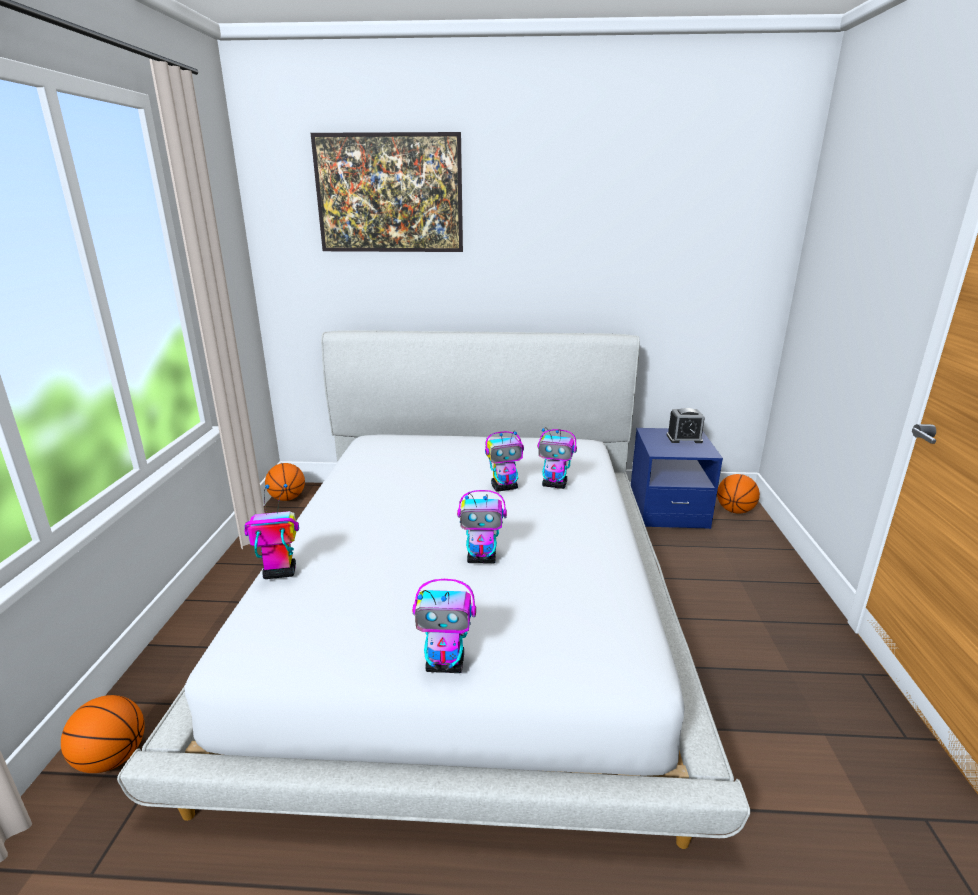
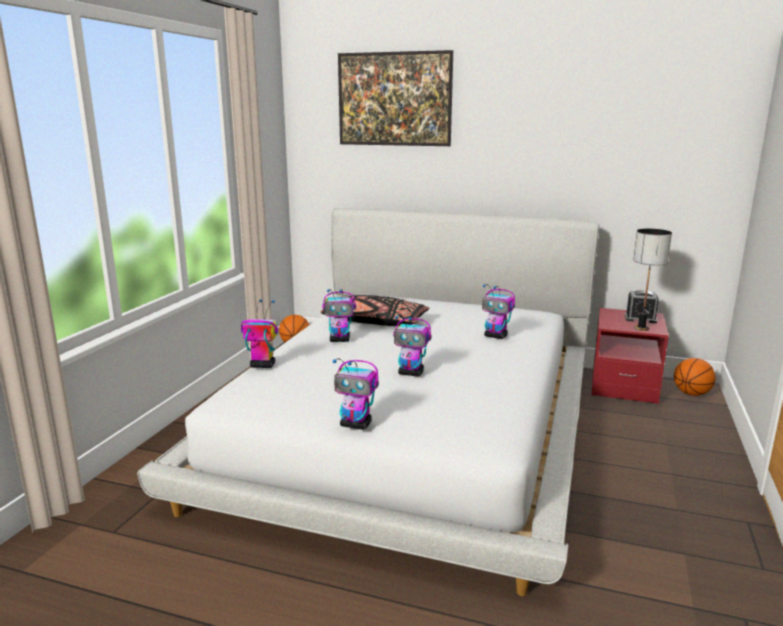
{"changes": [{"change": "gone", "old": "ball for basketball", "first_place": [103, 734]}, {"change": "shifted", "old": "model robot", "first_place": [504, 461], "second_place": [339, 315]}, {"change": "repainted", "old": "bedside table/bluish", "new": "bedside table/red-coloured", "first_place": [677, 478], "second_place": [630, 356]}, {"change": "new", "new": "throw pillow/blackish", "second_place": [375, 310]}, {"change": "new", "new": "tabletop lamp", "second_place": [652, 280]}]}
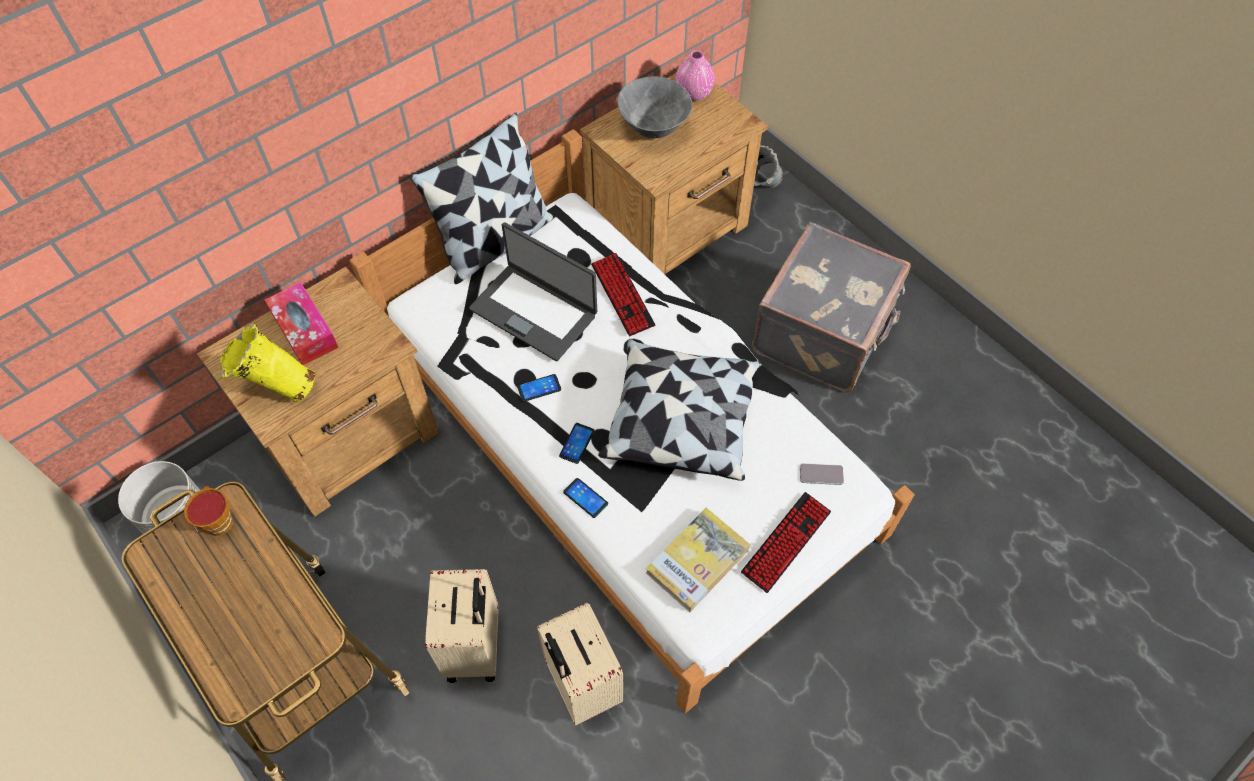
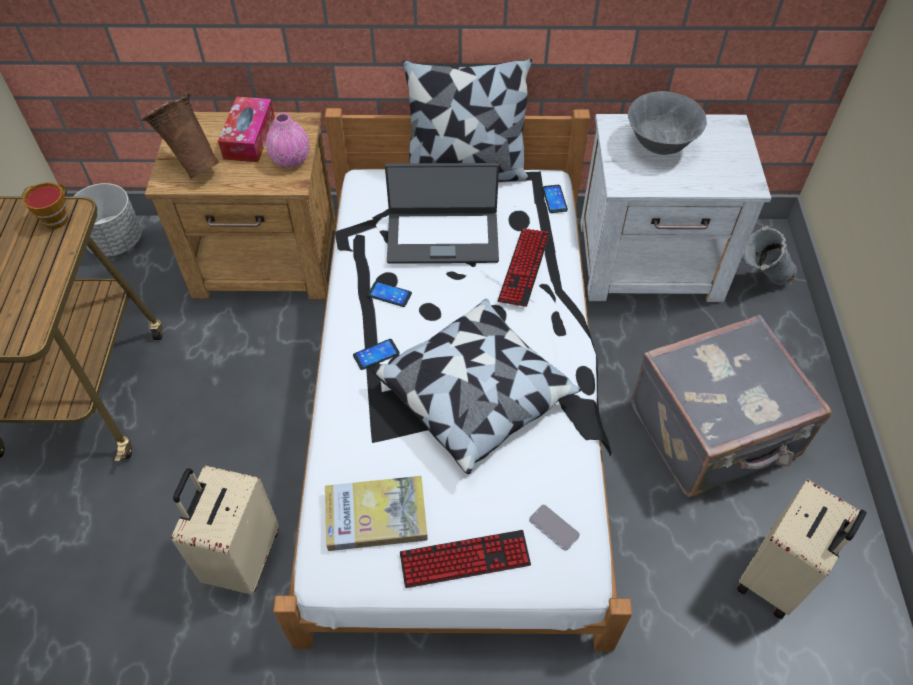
{"changes": [{"change": "repainted", "old": "vase/yellow-coloured", "new": "vase/brown-coloured", "first_place": [267, 362], "second_place": [180, 135]}, {"change": "shifted", "old": "suitcase/sand-coloured", "first_place": [462, 626], "second_place": [802, 549]}, {"change": "rotated", "old": "laptop", "first_place": [533, 291], "second_place": [442, 213], "degrees": -75}, {"change": "shifted", "old": "telephone", "first_place": [585, 498], "second_place": [555, 199]}, {"change": "repainted", "old": "bedside table/brown-coloured", "new": "bedside table/white", "first_place": [674, 173], "second_place": [675, 208]}, {"change": "shifted", "old": "vase/pinkish", "first_place": [695, 75], "second_place": [288, 140]}]}
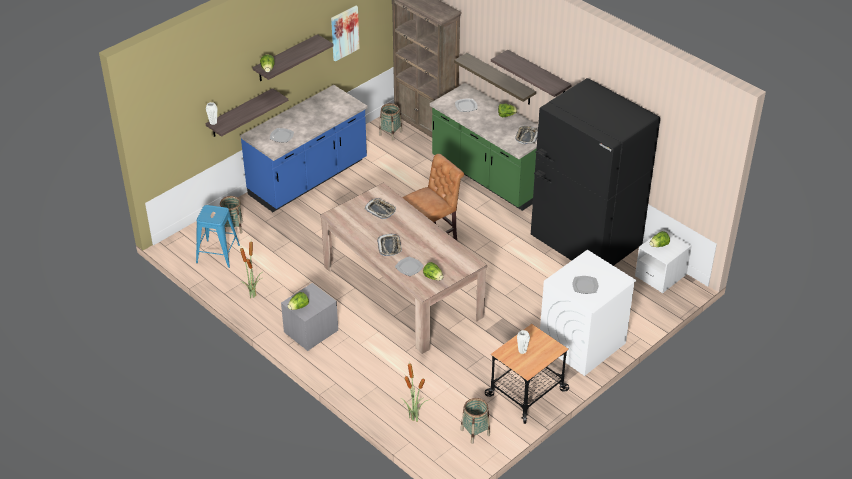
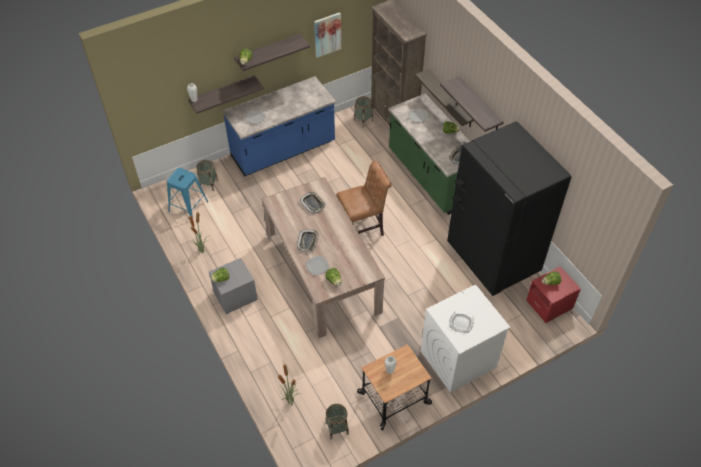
{"changes": [{"change": "repainted", "old": "bedside table/white", "new": "bedside table/red-coloured", "first_place": [663, 261], "second_place": [553, 294]}]}
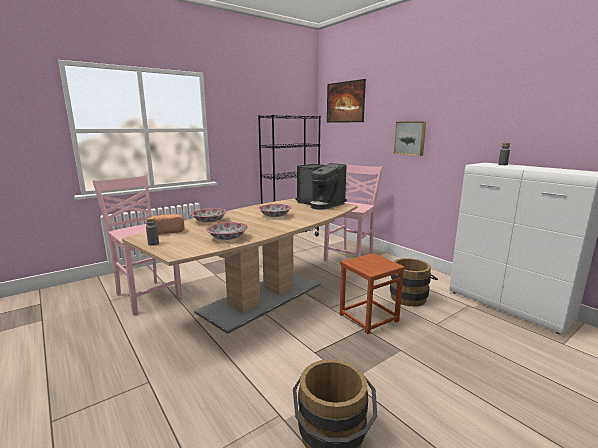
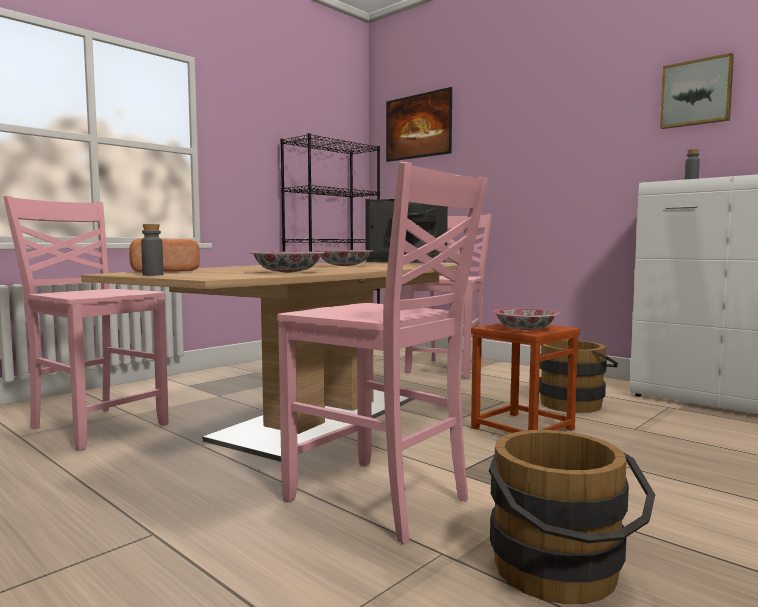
{"changes": [{"change": "shifted", "old": "serving bowl", "first_place": [209, 215], "second_place": [526, 319]}, {"change": "shifted", "old": "picture", "first_place": [410, 138], "second_place": [697, 91]}, {"change": "new", "new": "chair/pinkish", "second_place": [382, 353]}]}
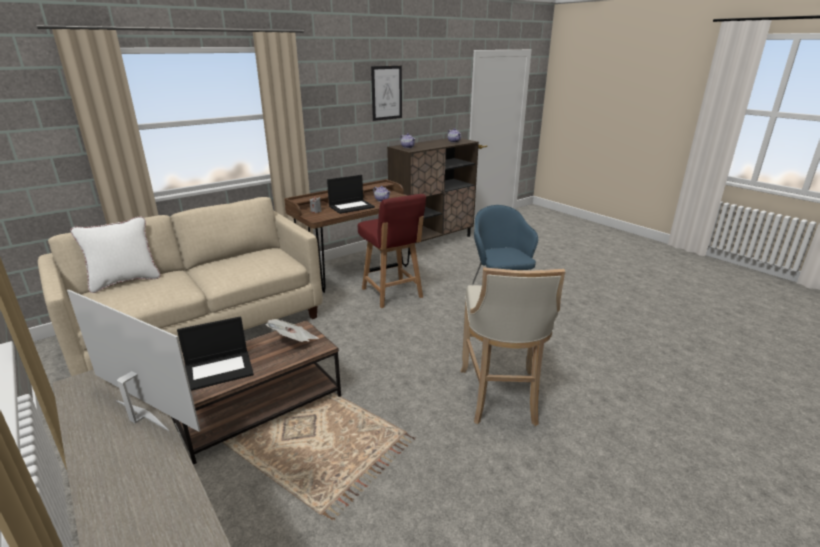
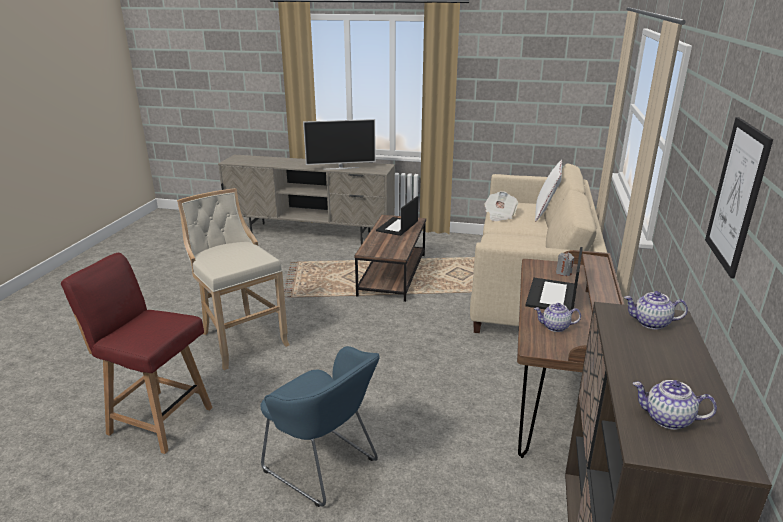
{"changes": [{"change": "shifted", "old": "newspaper", "first_place": [292, 330], "second_place": [501, 206]}, {"change": "shifted", "old": "chair/red-coloured", "first_place": [392, 251], "second_place": [137, 353]}]}
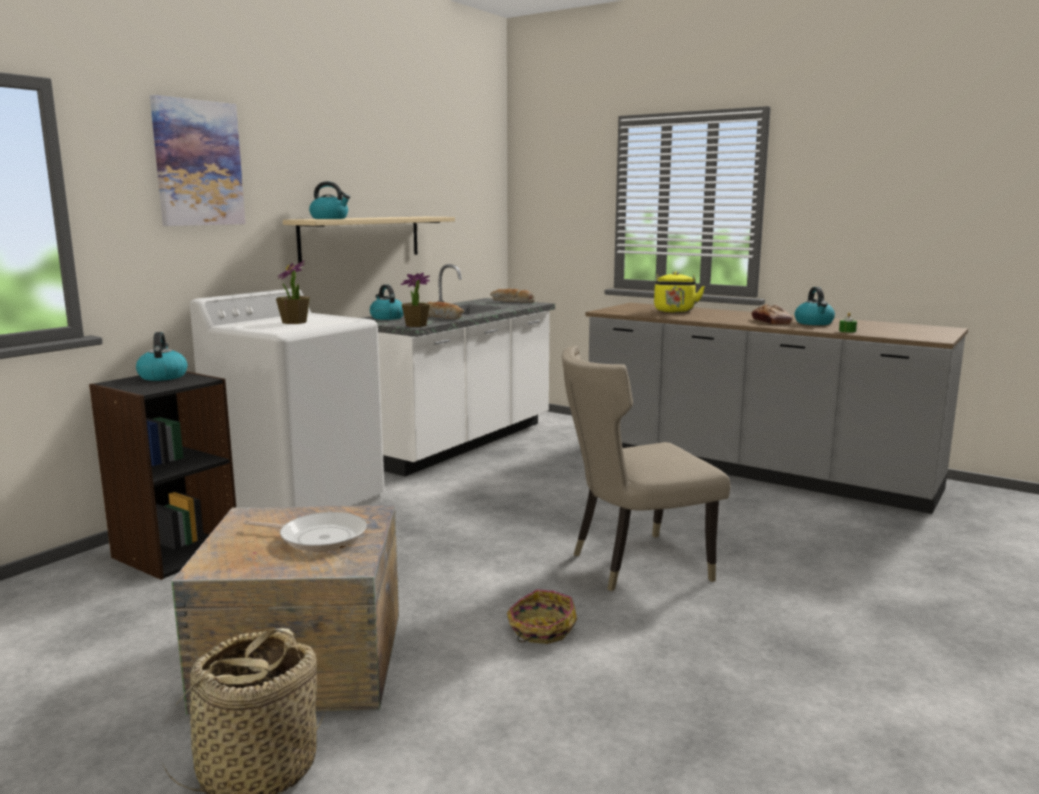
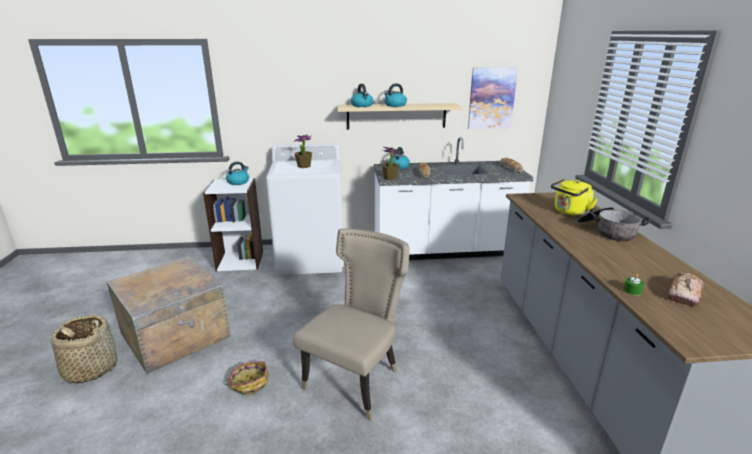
{"changes": [{"change": "repainted", "old": "bookcase/blackish", "new": "bookcase/white", "first_place": [162, 475], "second_place": [233, 224]}, {"change": "shifted", "old": "picture", "first_place": [198, 160], "second_place": [493, 98]}, {"change": "gone", "old": "pan", "first_place": [305, 532]}, {"change": "rotated", "old": "chair/sand-coloured", "first_place": [646, 468], "second_place": [351, 325], "degrees": 90}, {"change": "shifted", "old": "bakery bread", "first_place": [772, 314], "second_place": [686, 290]}, {"change": "shifted", "old": "kettle", "first_place": [815, 306], "second_place": [395, 95]}, {"change": "new", "new": "cooking pot", "second_place": [614, 224]}]}
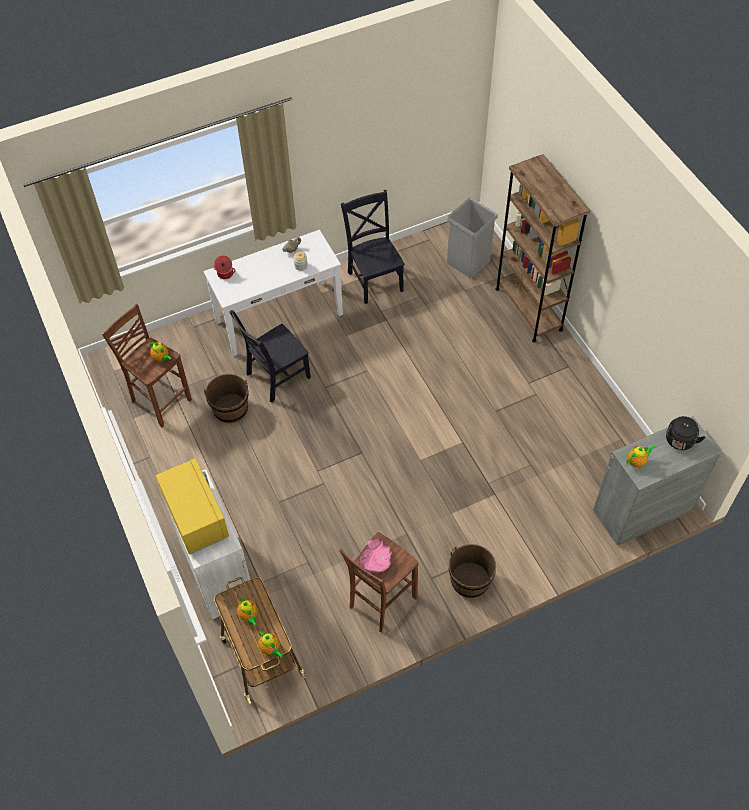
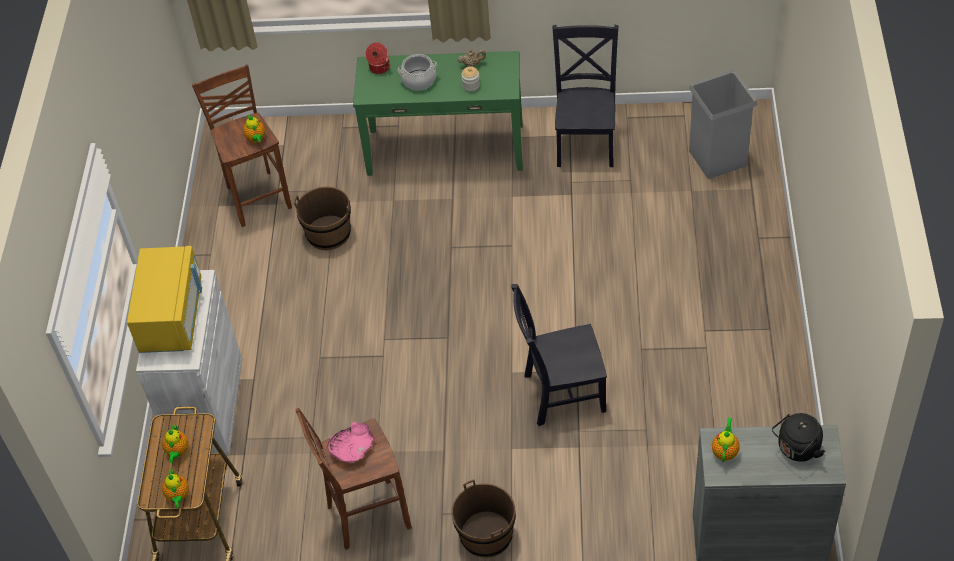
{"changes": [{"change": "repainted", "old": "hall table/white", "new": "hall table/green", "first_place": [273, 293], "second_place": [438, 113]}, {"change": "shifted", "old": "chair/blackish", "first_place": [270, 356], "second_place": [559, 355]}, {"change": "gone", "old": "bookcase/brown-coloured", "first_place": [542, 248]}, {"change": "rotated", "old": "teapot", "first_place": [641, 455], "second_place": [725, 440], "degrees": -75}, {"change": "new", "new": "cooking pot", "second_place": [417, 72]}]}
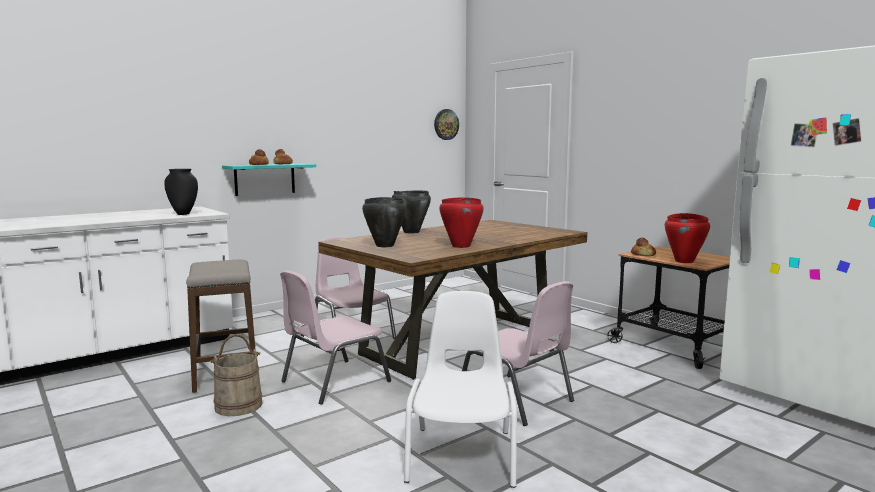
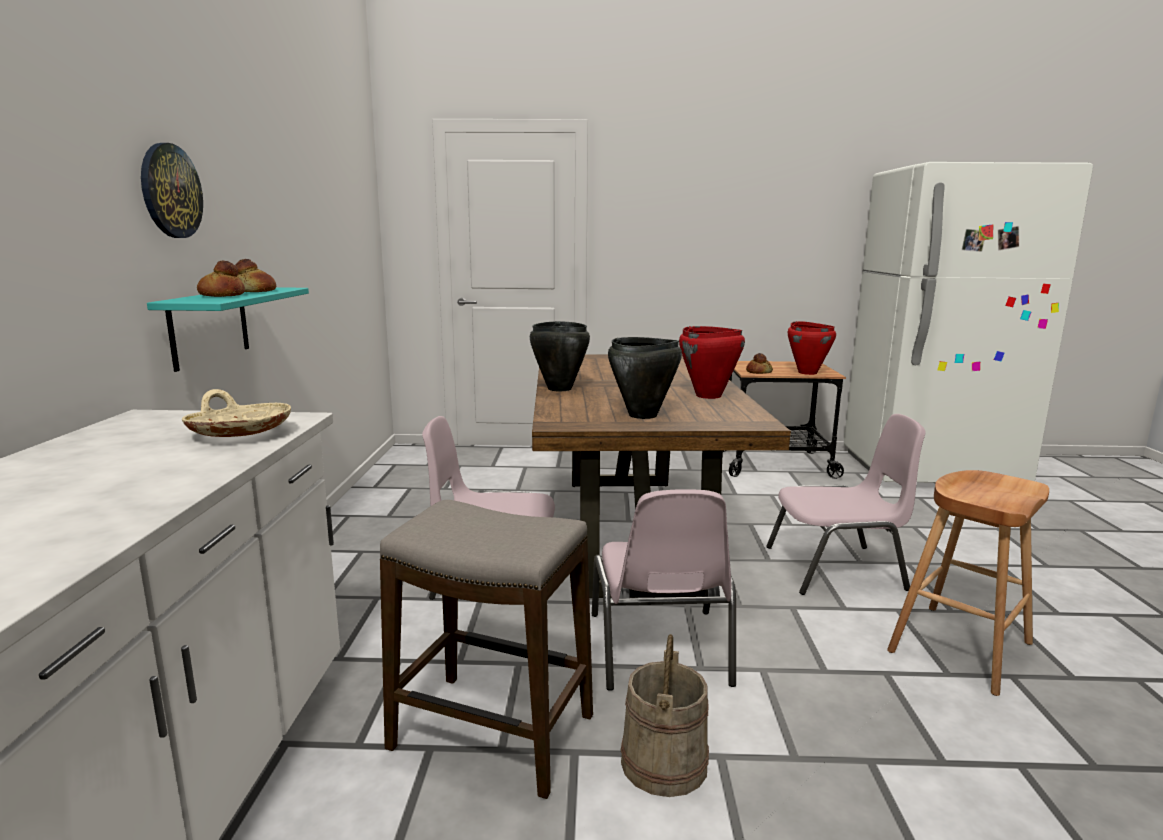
{"changes": [{"change": "swapped", "old": "vase/blackish", "new": "serving bowl/sand-coloured", "first_place": [181, 192], "second_place": [236, 413]}, {"change": "swapped", "old": "chair/white", "new": "sitting stool/brown-coloured", "first_place": [460, 389], "second_place": [968, 583]}, {"change": "shifted", "old": "wall clock", "first_place": [446, 124], "second_place": [172, 190]}]}
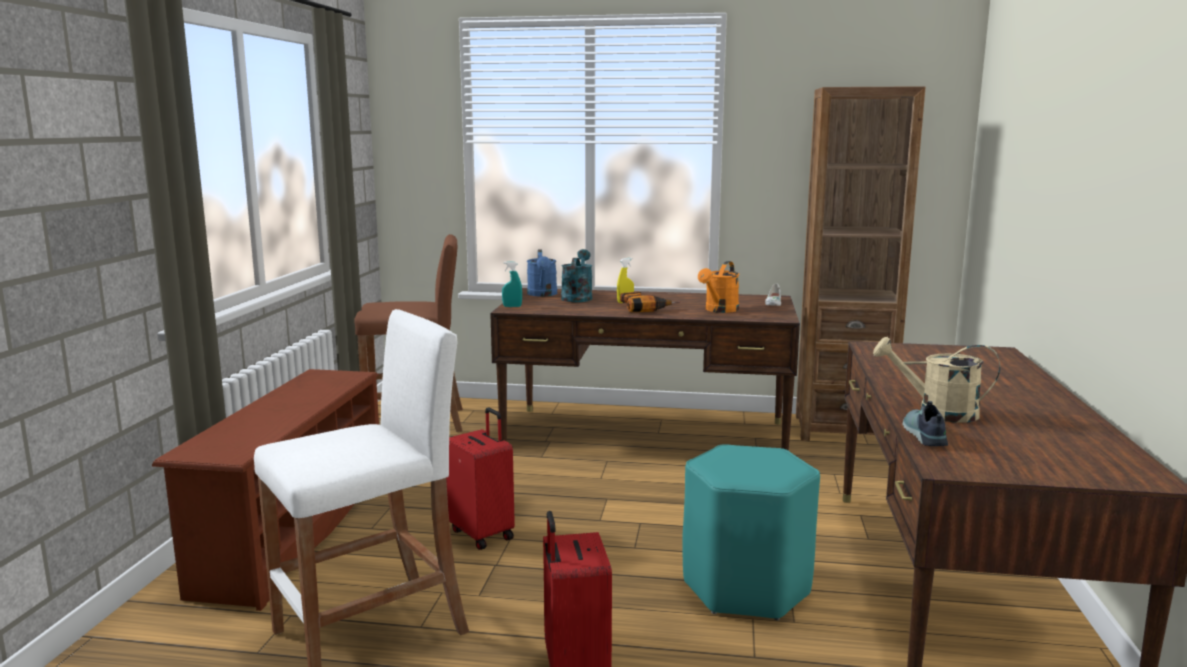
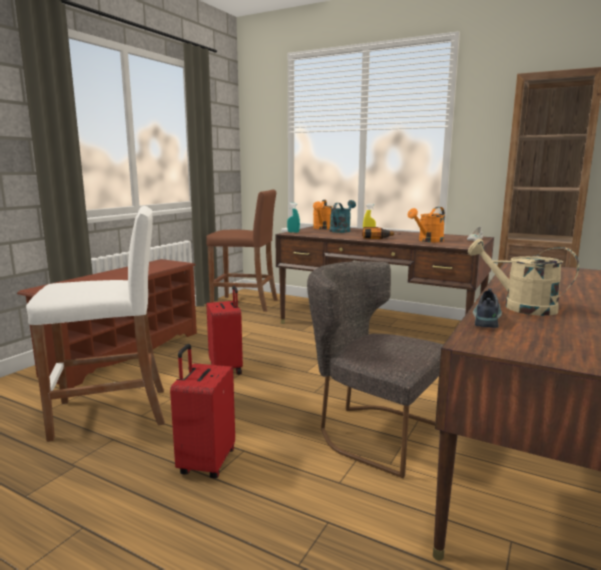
{"changes": [{"change": "repainted", "old": "sprinkling can/bluish", "new": "sprinkling can/orange-coloured", "first_place": [542, 273], "second_place": [322, 214]}, {"change": "swapped", "old": "sitting stool/turquoise-coloured", "new": "chair/greyish", "first_place": [751, 532], "second_place": [375, 369]}]}
